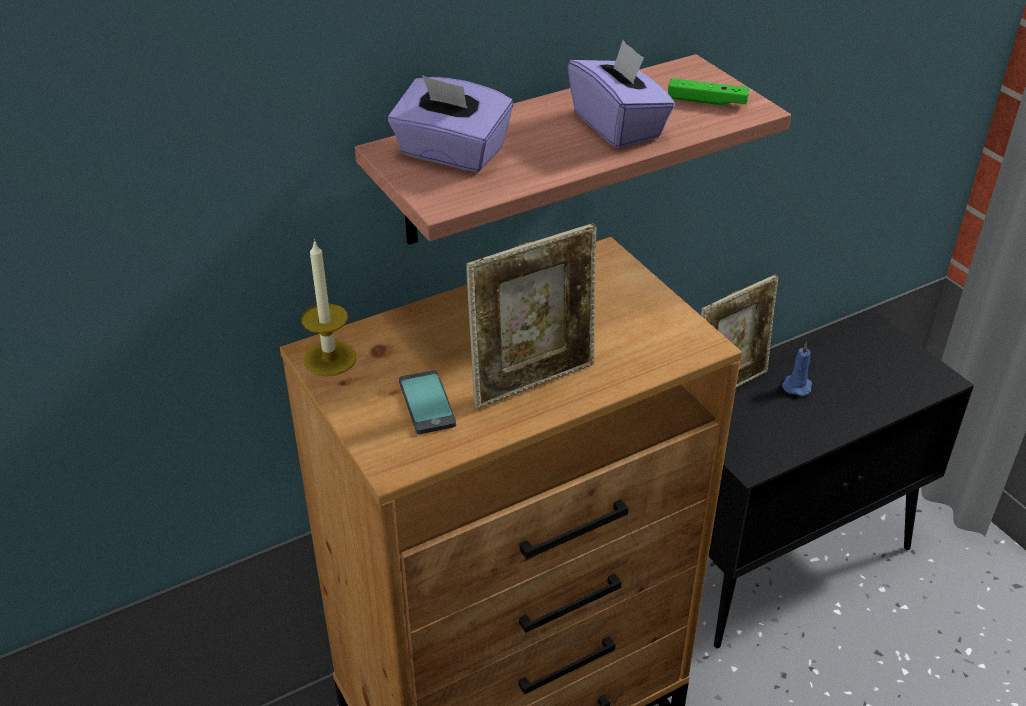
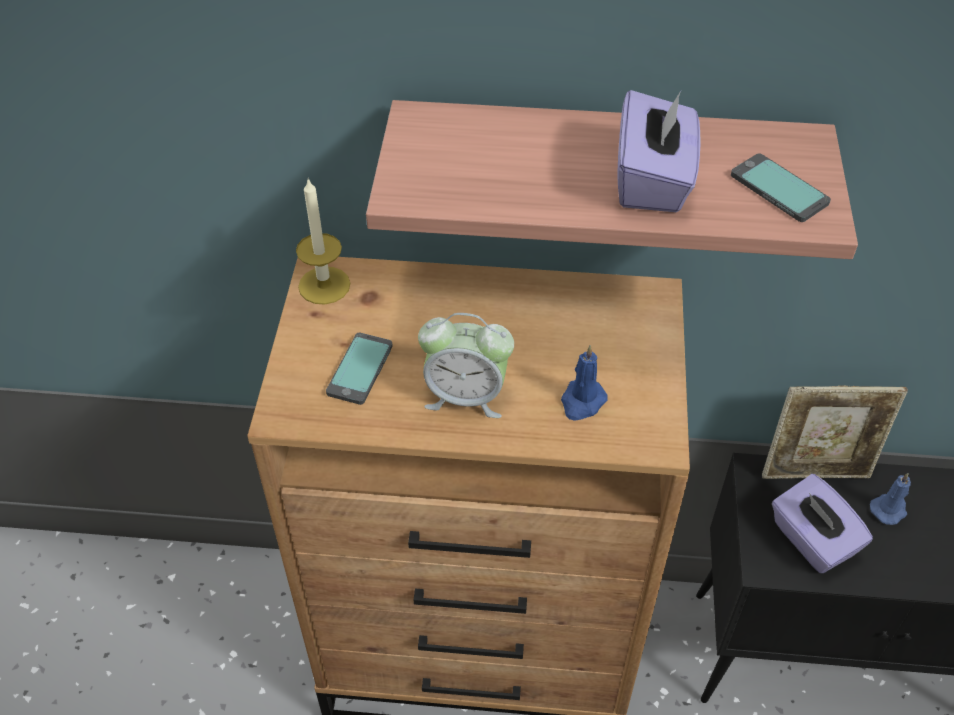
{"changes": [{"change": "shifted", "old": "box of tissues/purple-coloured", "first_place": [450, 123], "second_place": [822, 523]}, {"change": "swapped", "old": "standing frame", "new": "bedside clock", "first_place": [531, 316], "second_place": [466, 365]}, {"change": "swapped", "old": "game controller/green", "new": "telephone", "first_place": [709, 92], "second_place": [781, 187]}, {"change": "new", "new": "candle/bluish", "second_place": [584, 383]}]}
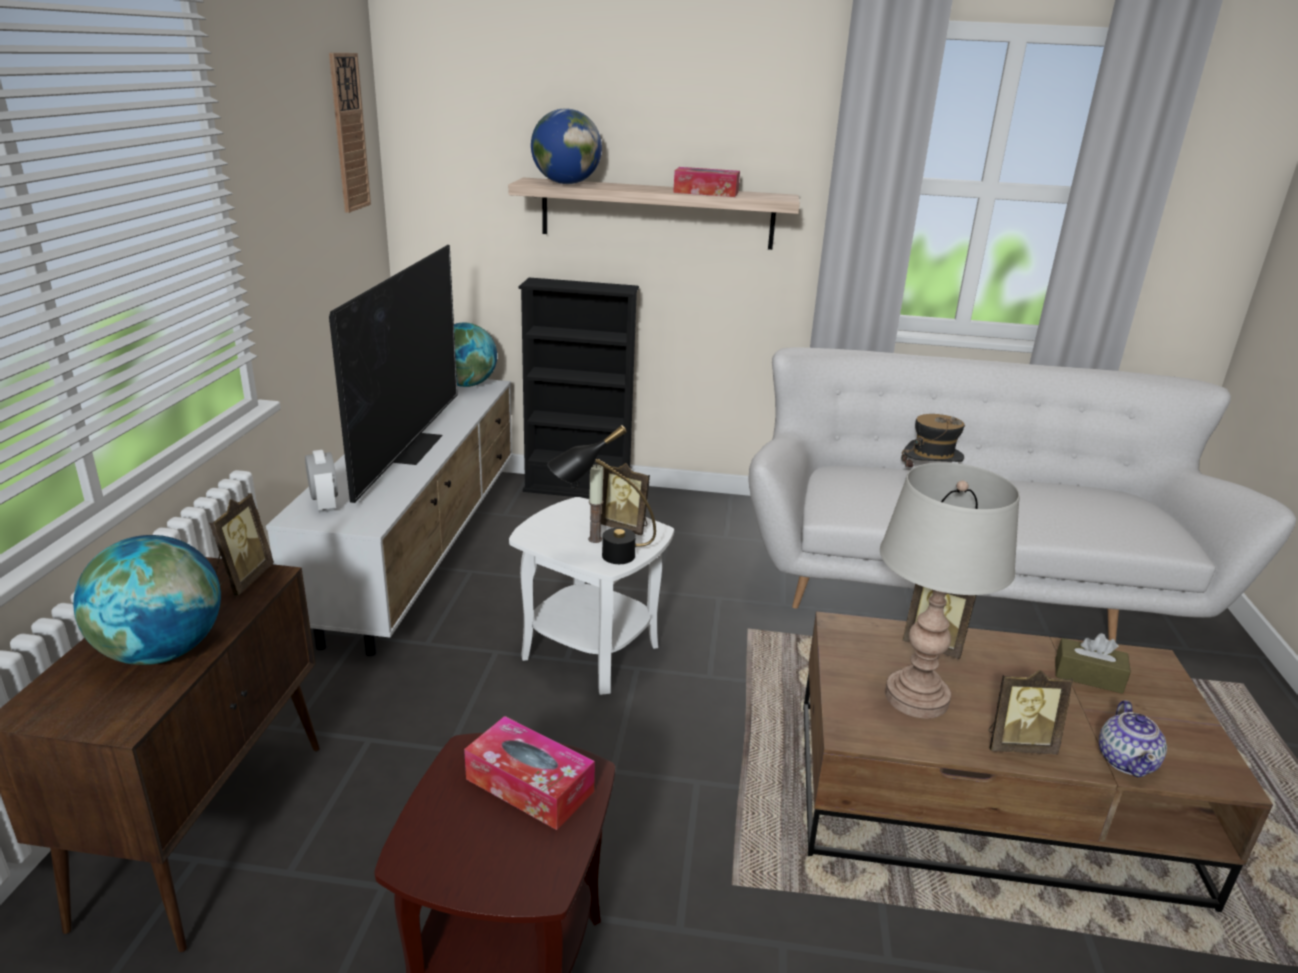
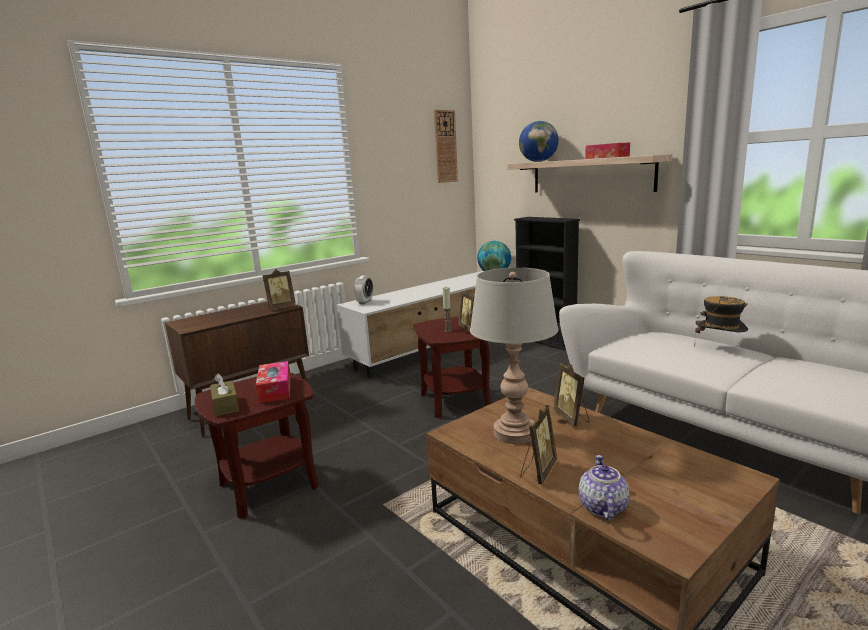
{"changes": [{"change": "gone", "old": "desk globe", "first_place": [147, 600]}, {"change": "gone", "old": "TV", "first_place": [393, 374]}, {"change": "repainted", "old": "accent table/white", "new": "accent table/brown-coloured", "first_place": [591, 596], "second_place": [452, 367]}, {"change": "gone", "old": "tabletop lamp/blackish", "first_place": [601, 494]}, {"change": "rotated", "old": "standing frame", "first_place": [1031, 712], "second_place": [538, 444], "degrees": -105}, {"change": "shifted", "old": "box of tissues/brown-coloured", "first_place": [1093, 663], "second_place": [224, 395]}, {"change": "rotated", "old": "teapot", "first_place": [1133, 738], "second_place": [603, 487], "degrees": 135}]}
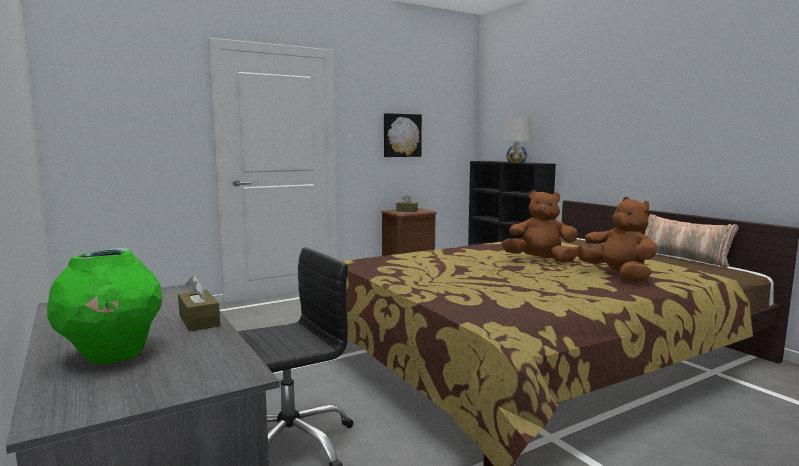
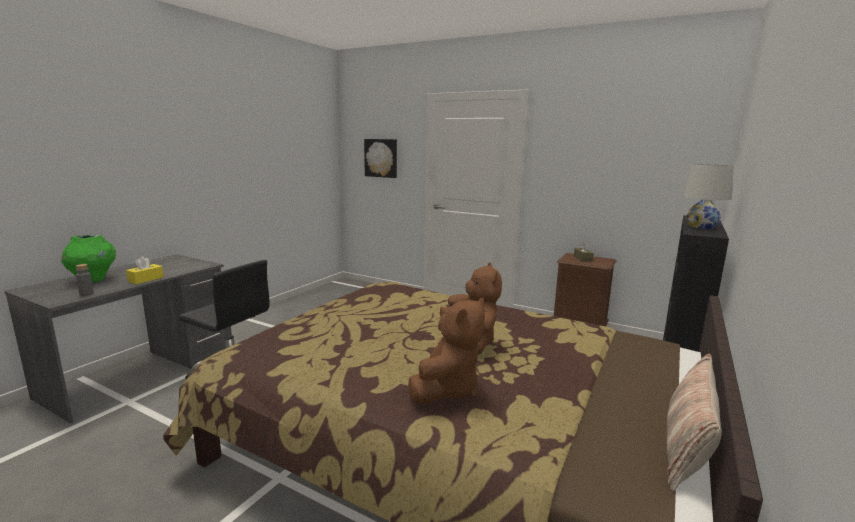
{"changes": [{"change": "repainted", "old": "box of tissues/brown-coloured", "new": "box of tissues/yellow-coloured", "first_place": [199, 304], "second_place": [145, 270]}, {"change": "shifted", "old": "picture", "first_place": [403, 135], "second_place": [380, 158]}, {"change": "new", "new": "beverage bottle/greyish", "second_place": [85, 280]}]}
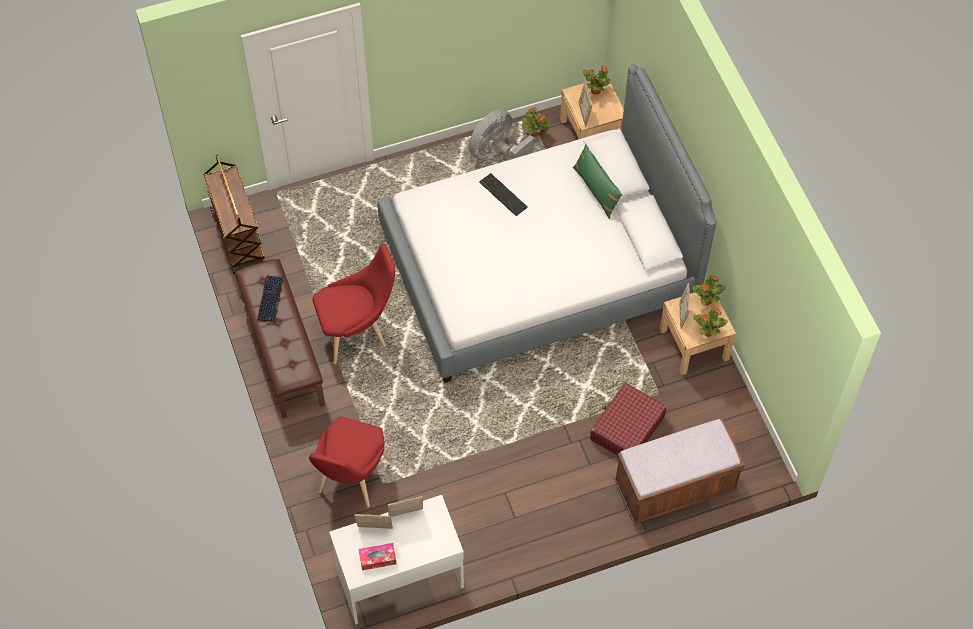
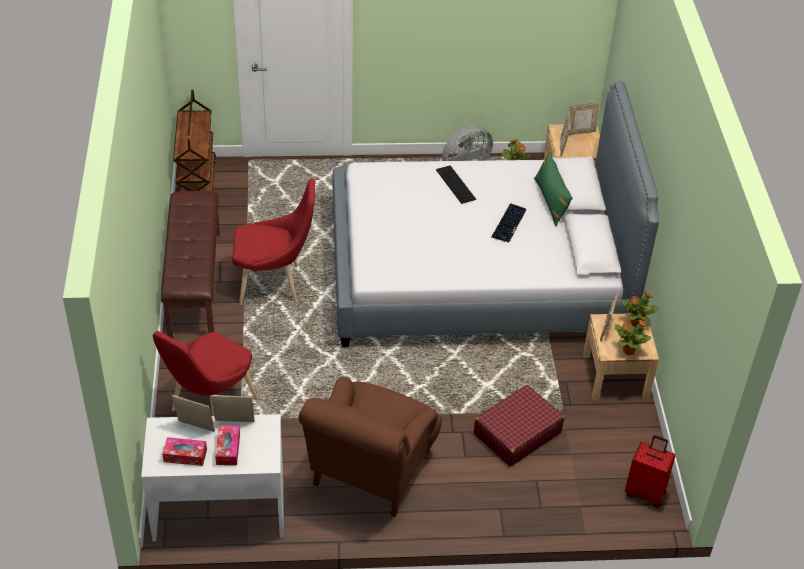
{"changes": [{"change": "shifted", "old": "computer keyboard", "first_place": [270, 299], "second_place": [509, 223]}, {"change": "swapped", "old": "potted plant", "new": "standing frame", "first_place": [597, 80], "second_place": [584, 118]}, {"change": "gone", "old": "long seat/brown-coloured", "first_place": [679, 472]}, {"change": "new", "new": "box of tissues", "second_place": [227, 445]}, {"change": "new", "new": "lounge chair/brown-coloured", "second_place": [370, 446]}, {"change": "new", "new": "suitcase/red-coloured", "second_place": [650, 471]}]}
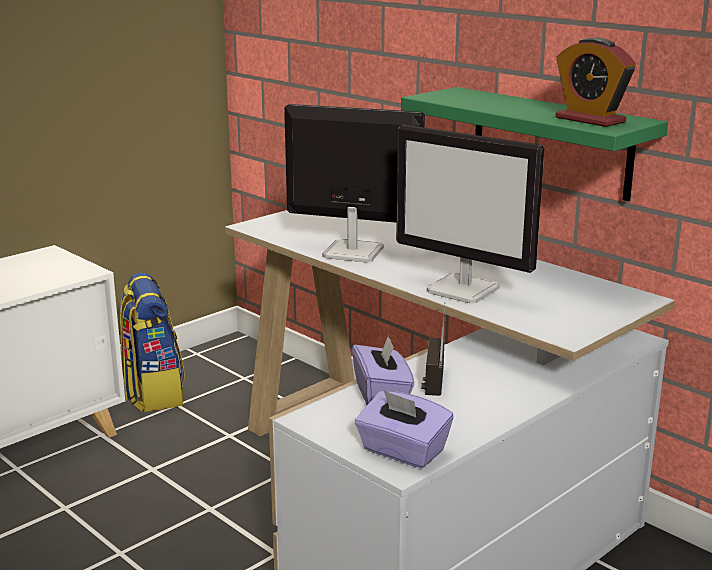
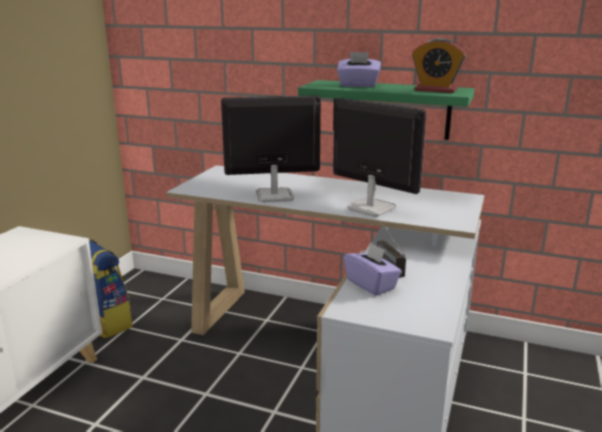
{"changes": [{"change": "shifted", "old": "box of tissues/purple-coloured", "first_place": [404, 429], "second_place": [359, 69]}, {"change": "rotated", "old": "monitor", "first_place": [470, 214], "second_place": [379, 157], "degrees": -150}]}
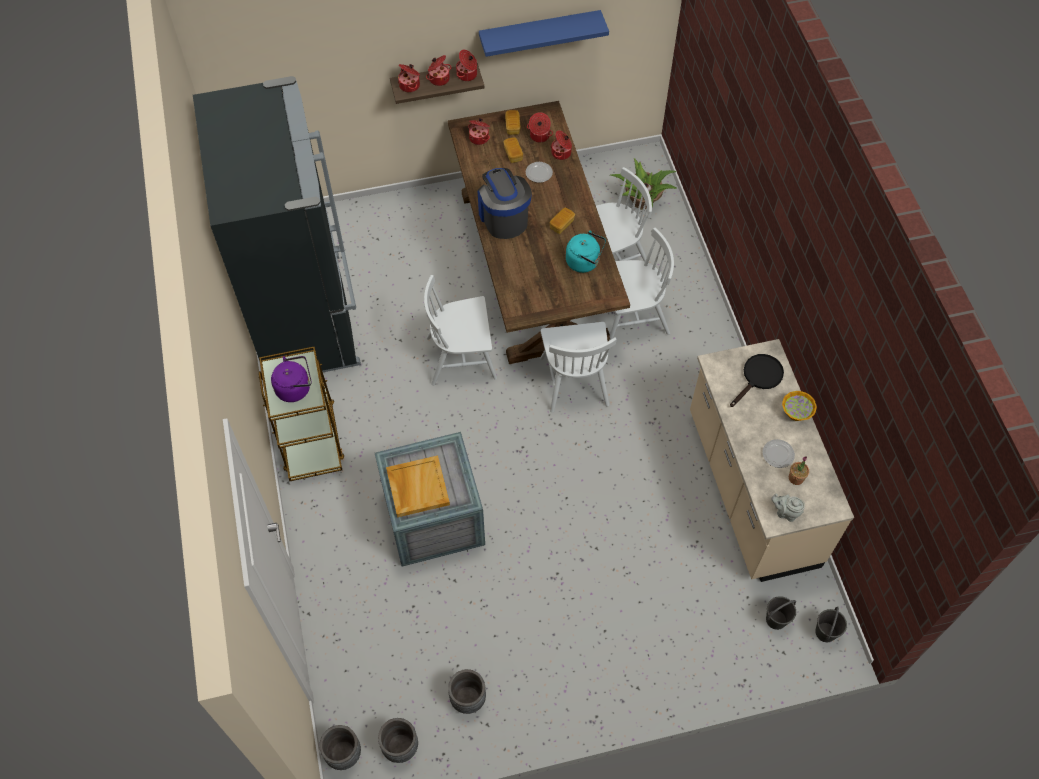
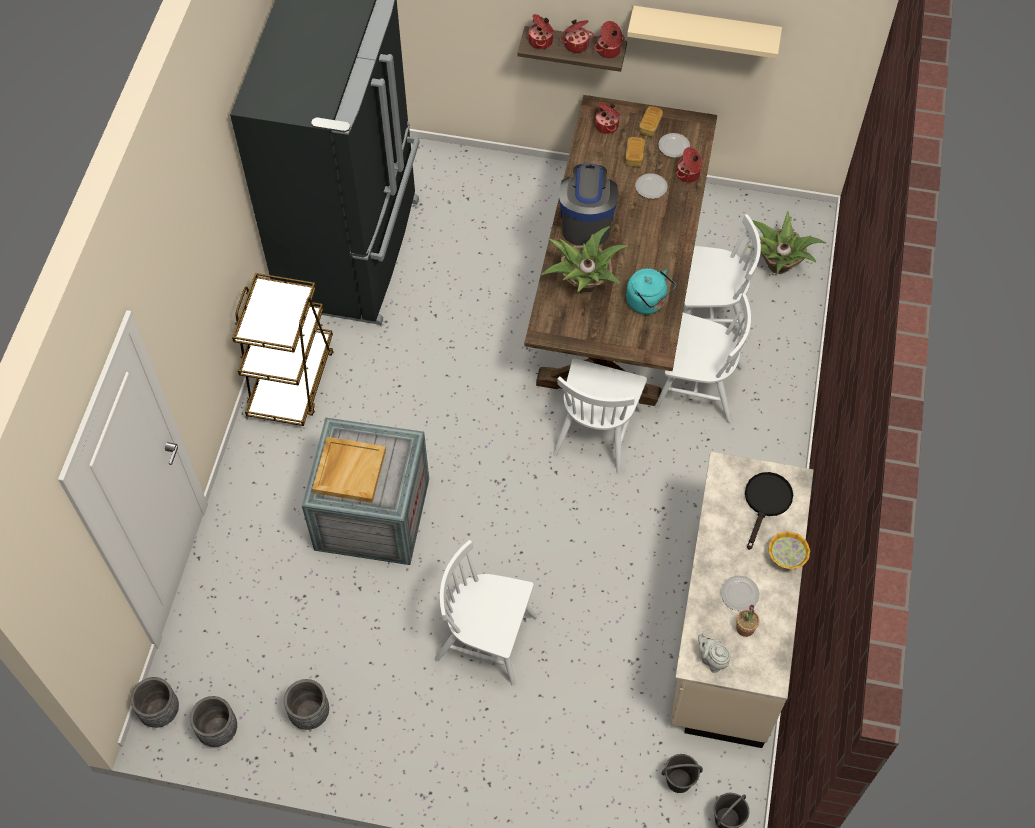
{"changes": [{"change": "gone", "old": "kettle/purple-coloured", "first_place": [291, 379]}, {"change": "shifted", "old": "chair/white", "first_place": [460, 330], "second_place": [486, 613]}, {"change": "repainted", "old": "bracket shelf/bluish", "new": "bracket shelf/sand-coloured", "first_place": [544, 33], "second_place": [704, 32]}, {"change": "swapped", "old": "cooking pot", "new": "dinner plate", "first_place": [540, 127], "second_place": [674, 145]}, {"change": "gone", "old": "bakery bread", "first_place": [562, 221]}, {"change": "rotated", "old": "pan/blackish", "first_place": [757, 380], "second_place": [769, 511], "degrees": -45}, {"change": "new", "new": "potted plant", "second_place": [584, 260]}]}
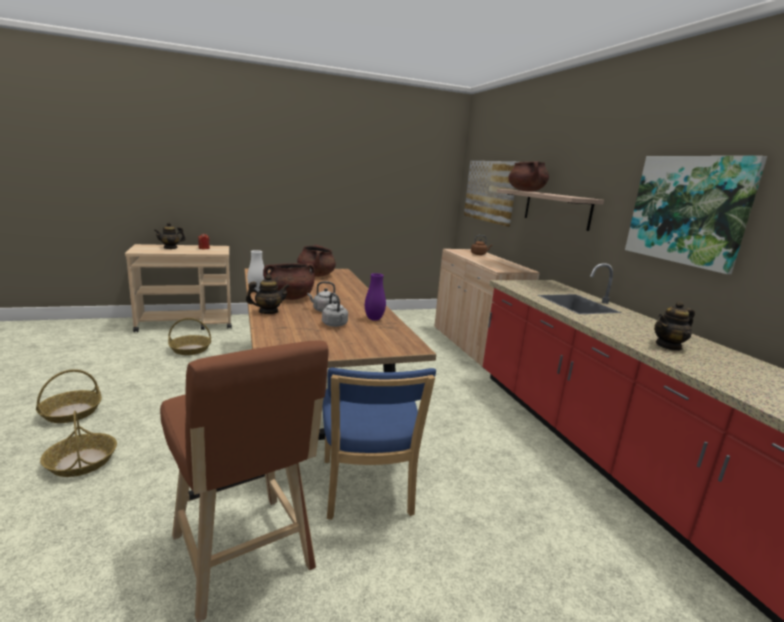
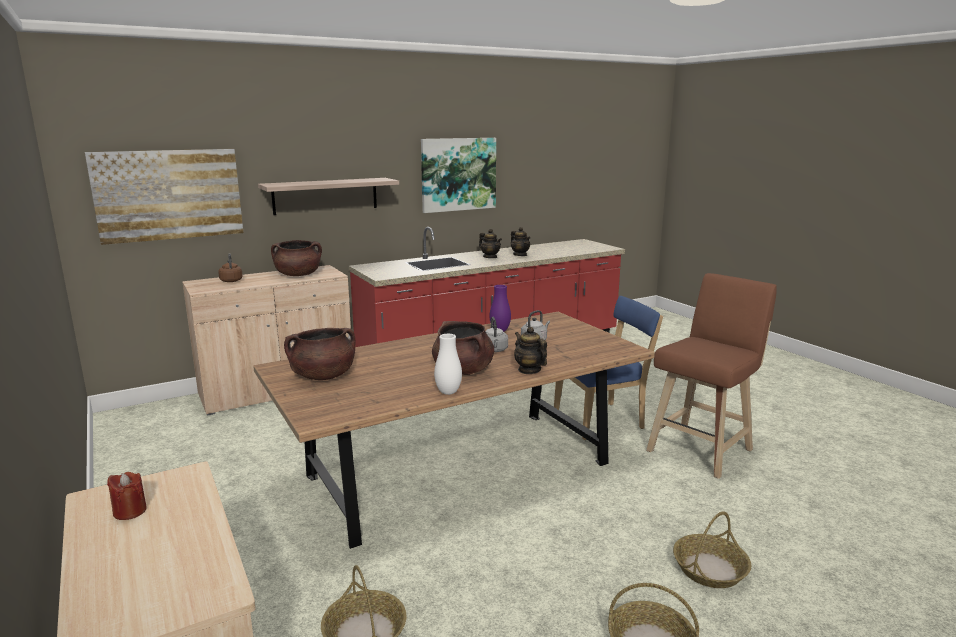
{"changes": [{"change": "shifted", "old": "teapot", "first_place": [170, 235], "second_place": [490, 243]}, {"change": "shifted", "old": "cooking pot/brown-coloured", "first_place": [528, 176], "second_place": [296, 258]}]}
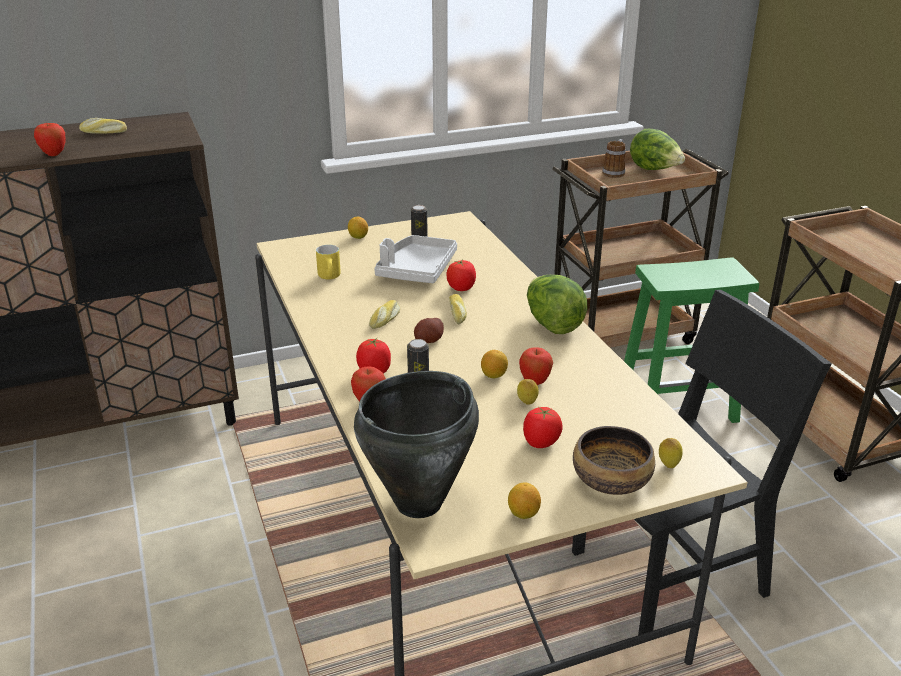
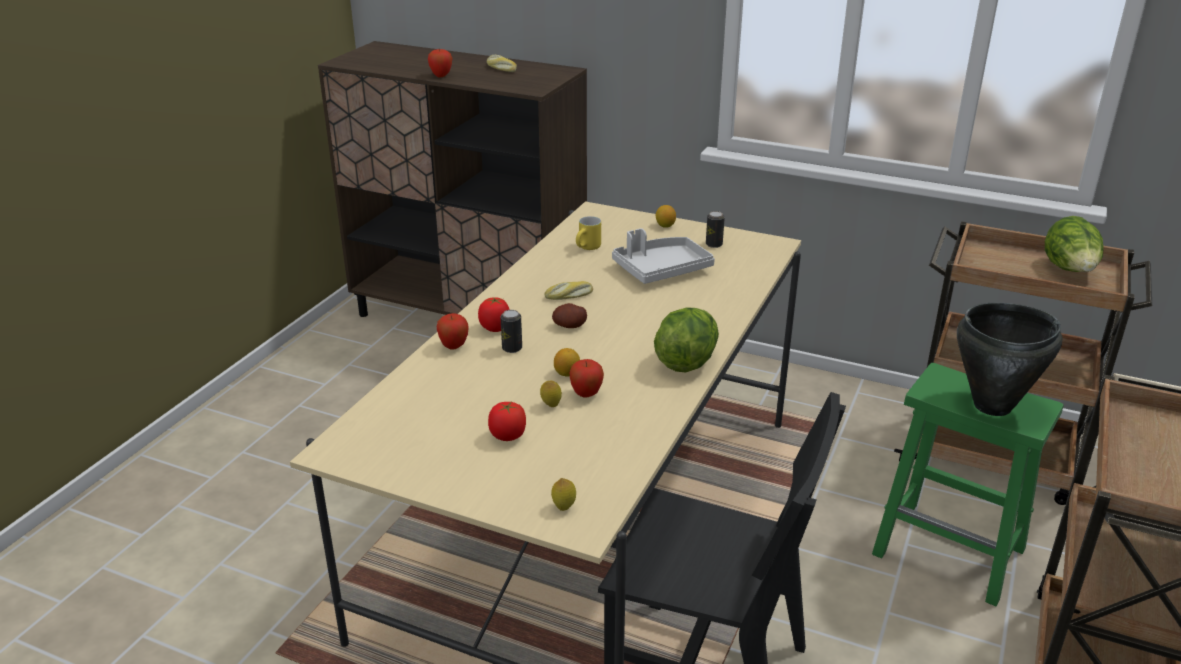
{"changes": [{"change": "shifted", "old": "cooking pot/blackish", "first_place": [416, 444], "second_place": [1010, 359]}, {"change": "gone", "old": "fresh tomato", "first_place": [461, 275]}, {"change": "gone", "old": "bakery bread", "first_place": [458, 309]}, {"change": "gone", "old": "whole lemon", "first_place": [524, 501]}, {"change": "gone", "old": "serving bowl", "first_place": [614, 460]}, {"change": "gone", "old": "tea mug", "first_place": [614, 158]}]}
